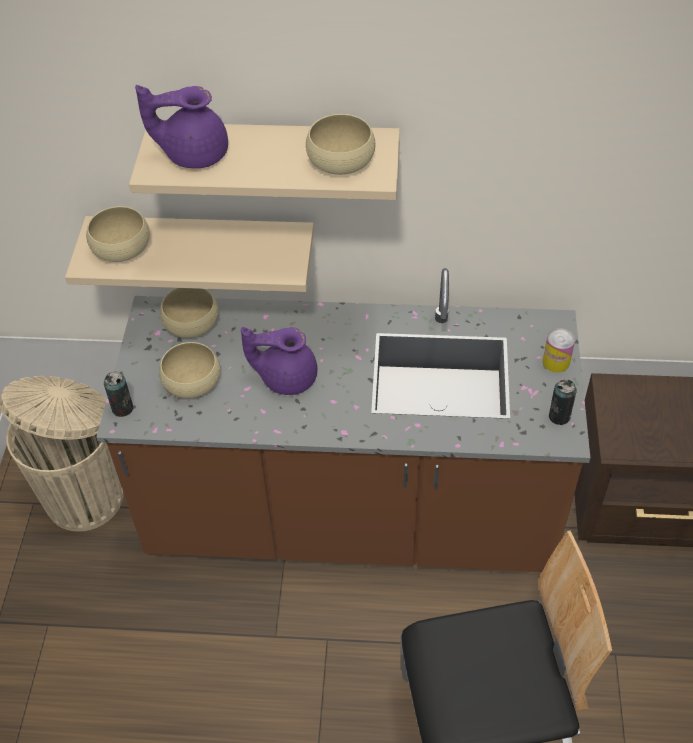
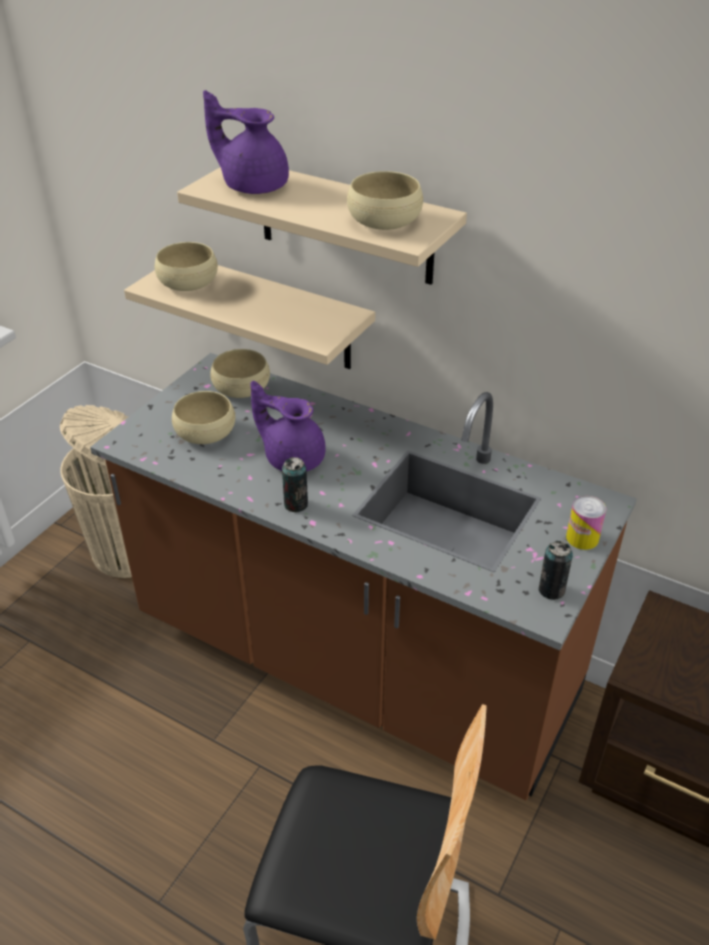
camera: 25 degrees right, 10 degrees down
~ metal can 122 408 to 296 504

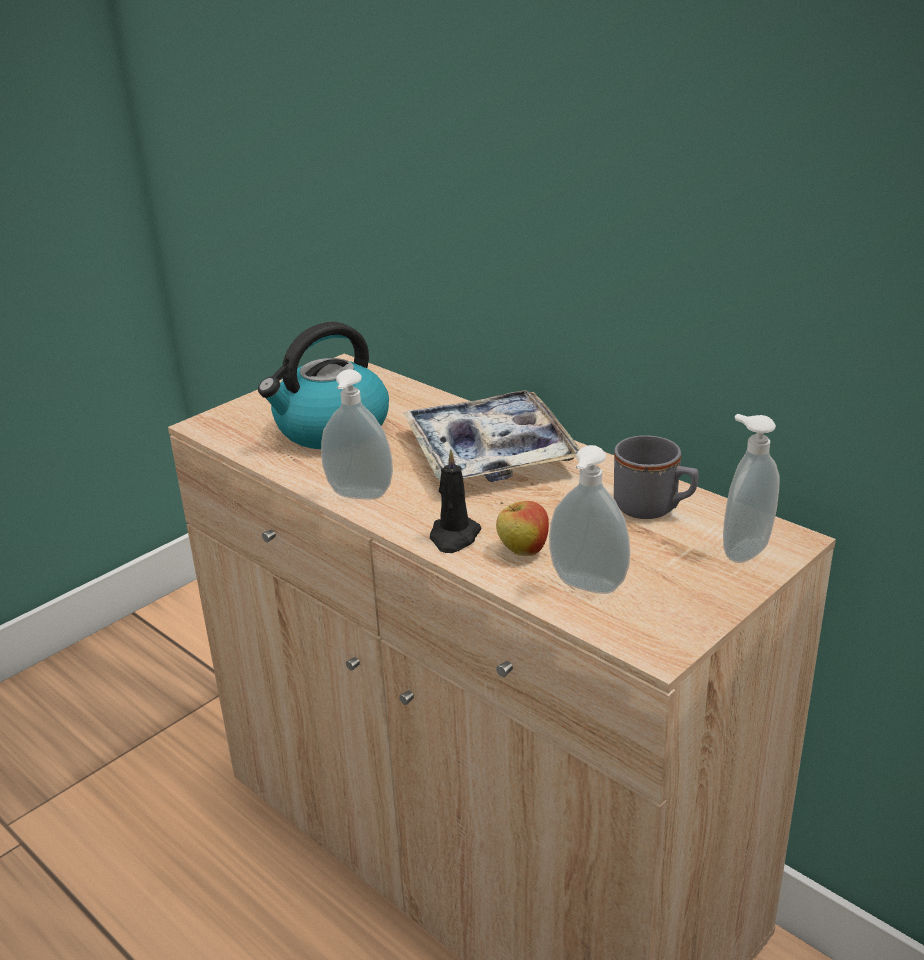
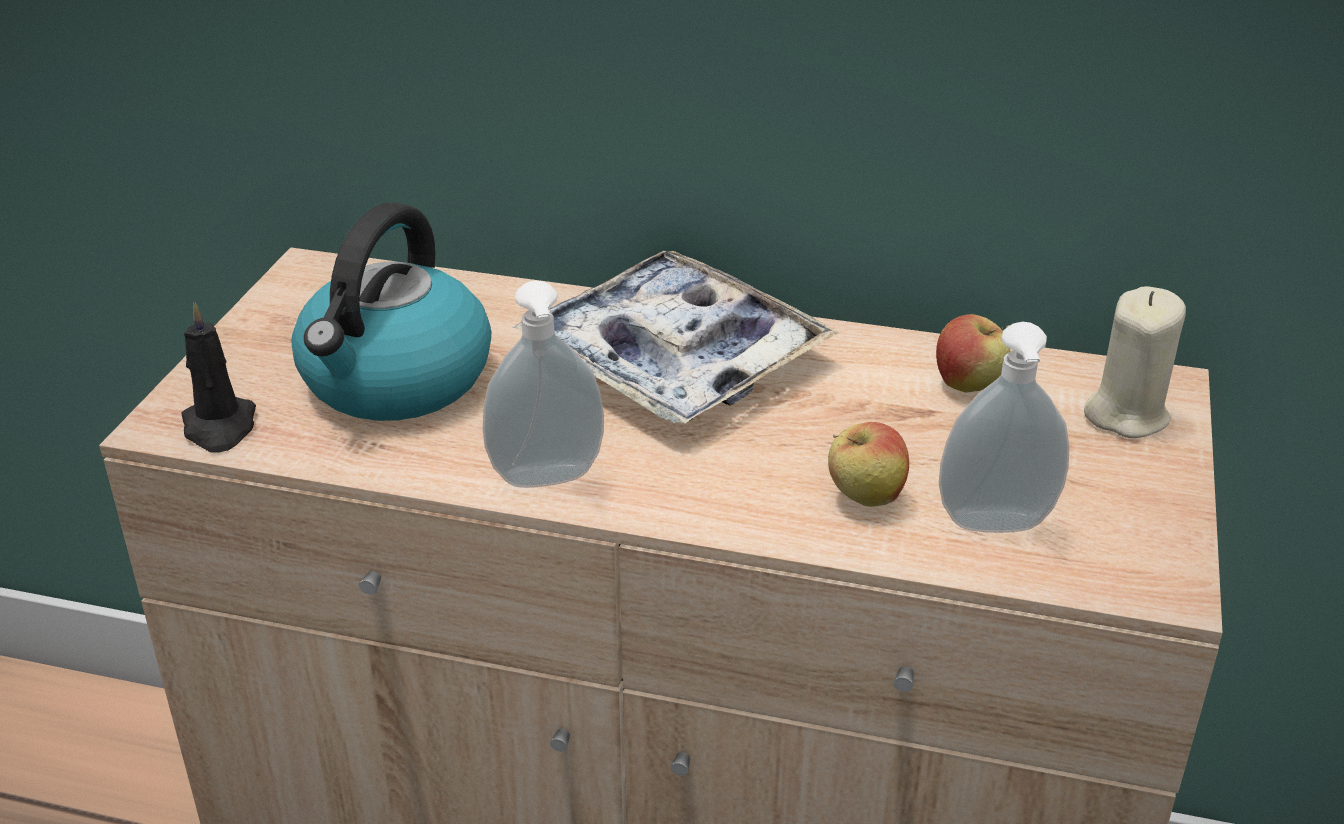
camera: 30 degrees left, 5 degrees up
~ black wax candle 454 537 to 220 428
~ gray tea mug 654 508 to apple 968 386
~ soap dispenser 743 550 to beige wax candle 1126 415

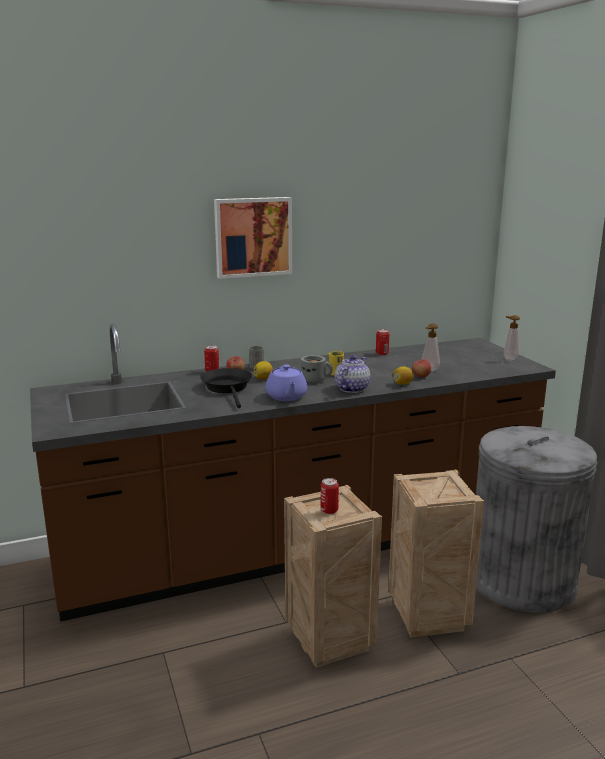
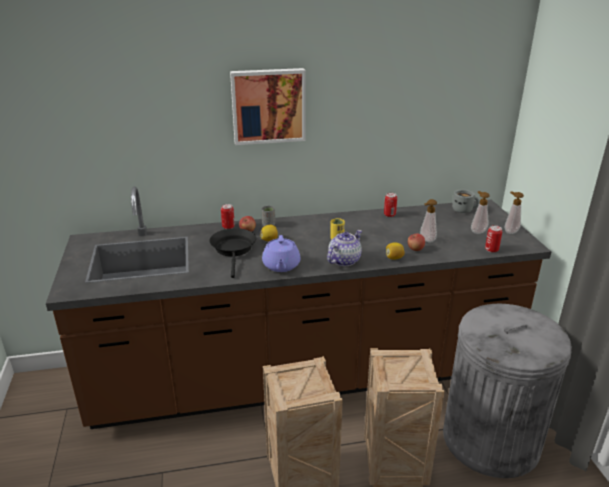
camera: 10 degrees right, 10 degrees up
~ gray tea mug 315 380 to 464 210
+ soap dispenser 477 231
~ metal can 329 510 to 491 250

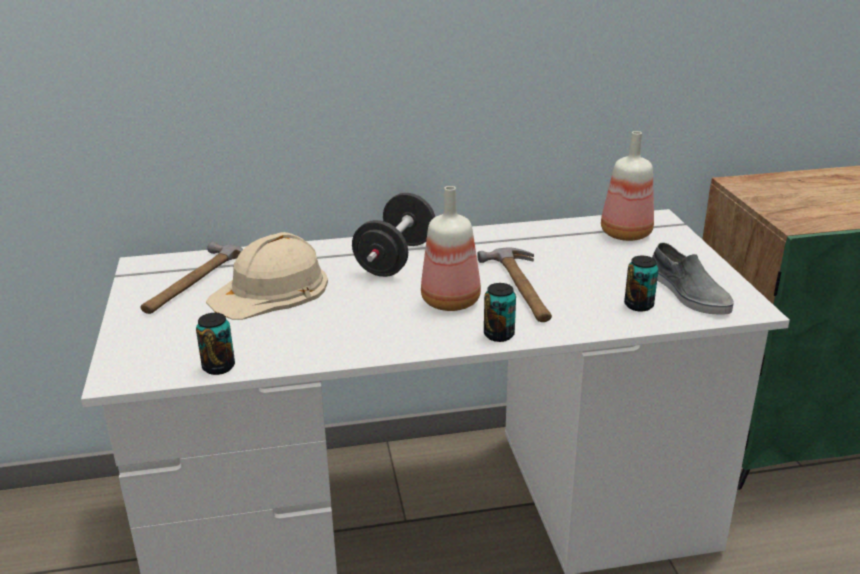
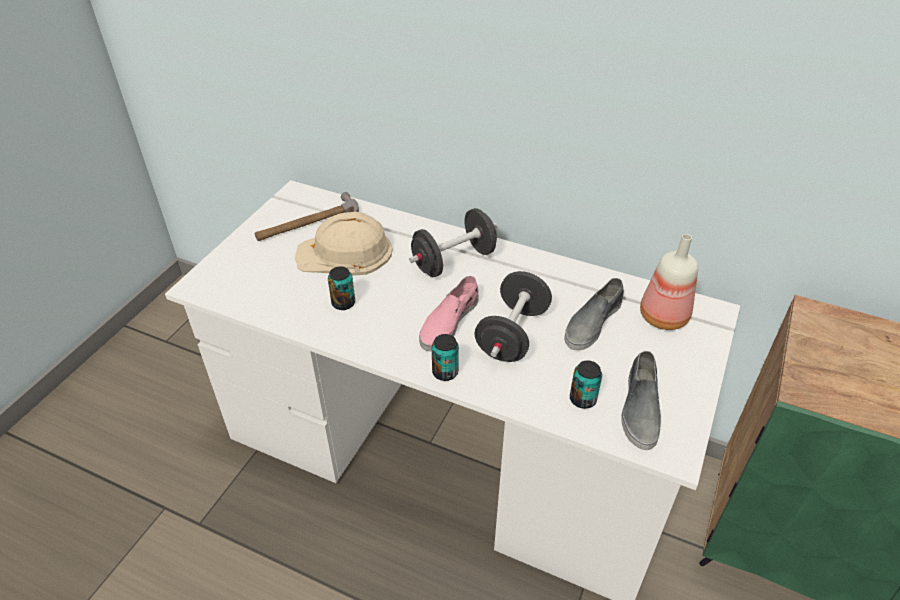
camera: 35 degrees right, 15 degrees up
~ metal can 218 367 to 343 303
~ drink bottle 452 301 to pink-coloured item of footwear 448 322
~ tool hammer 522 288 to black dumbbell 512 334
+ gray item of footwear 592 322

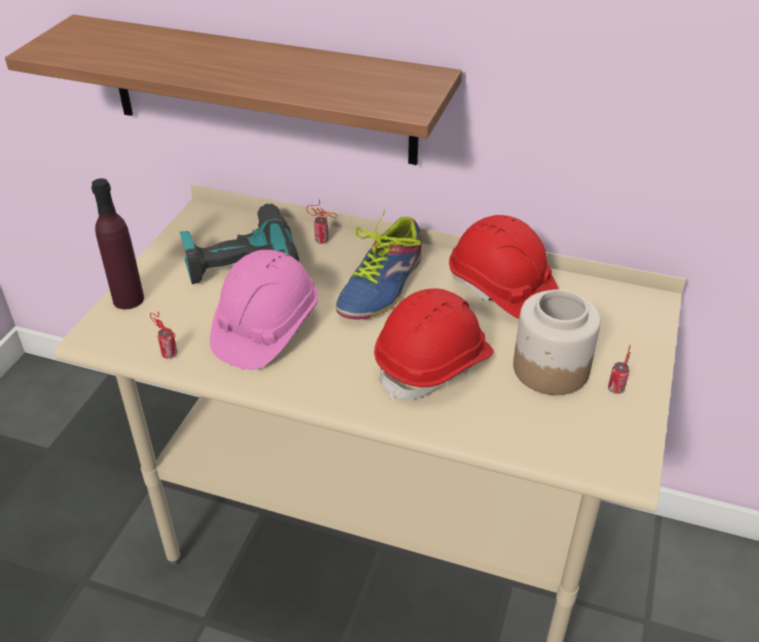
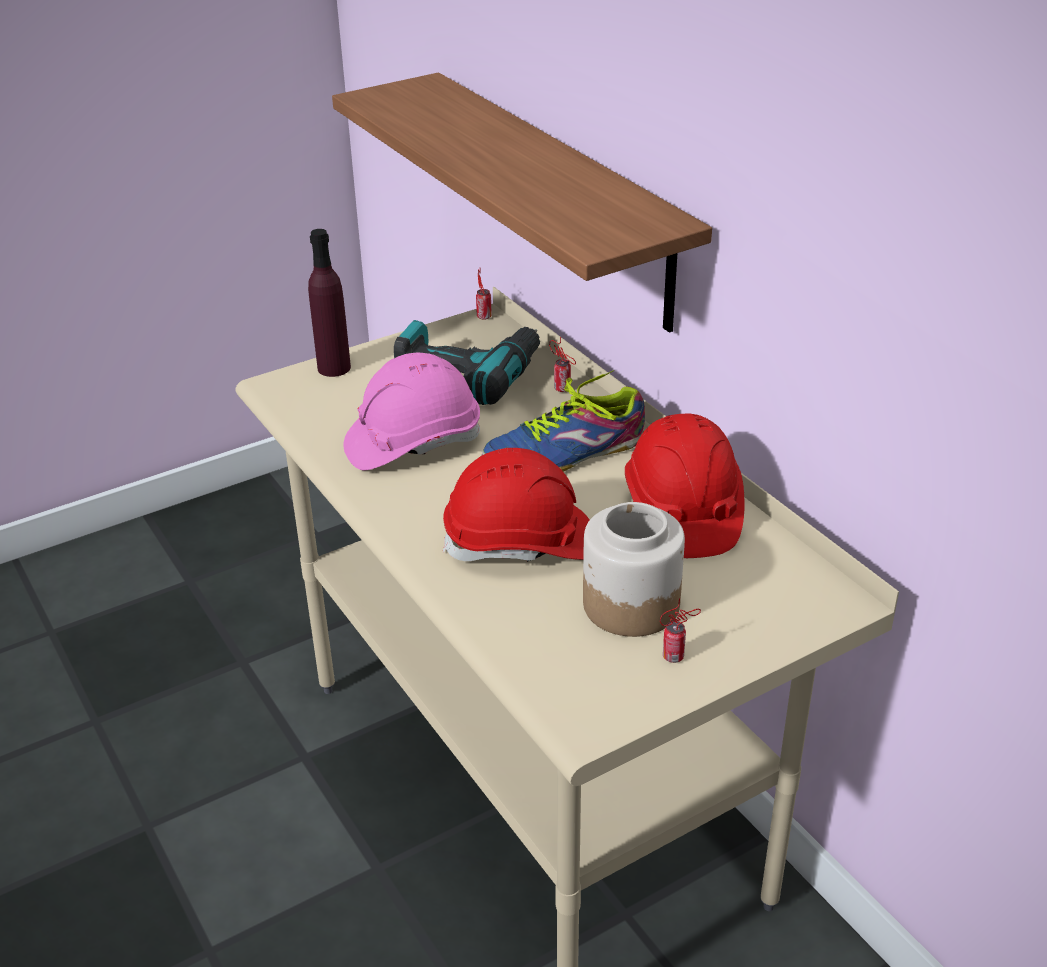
camera: 40 degrees right, 5 degrees down
~ metal can 171 355 to 484 318

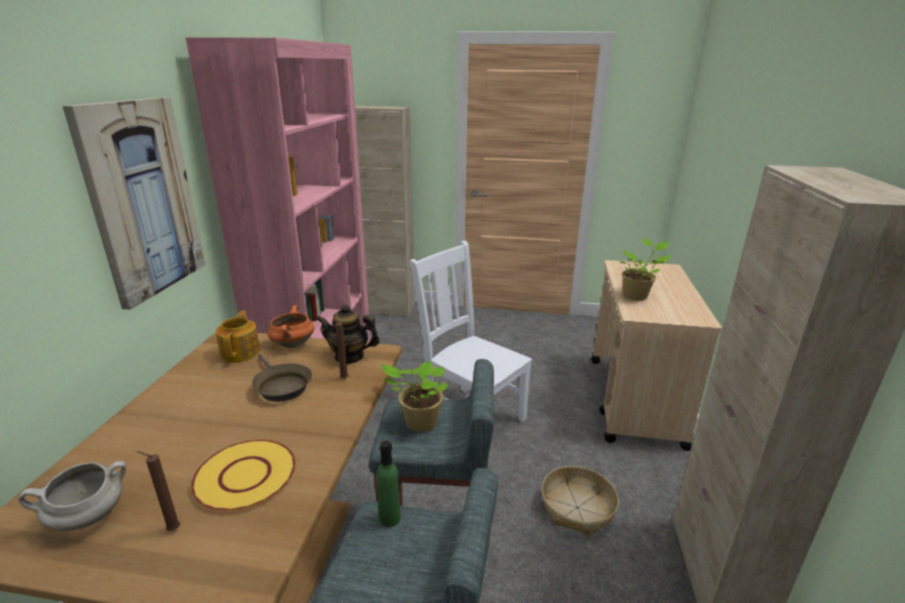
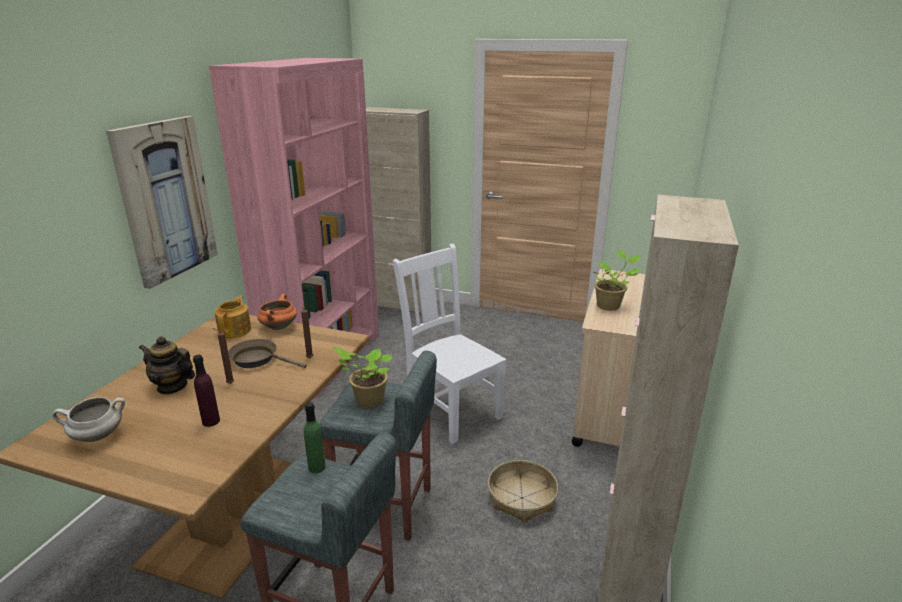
camera: 10 degrees right, 0 degrees up
~ teapot 349 356 to 172 386
~ yellowish plate 246 476 to purple drink bottle 211 421
~ brownish wax candle 171 530 to 229 383
~ brownish skillet 281 386 = 258 359 135 degrees clockwise

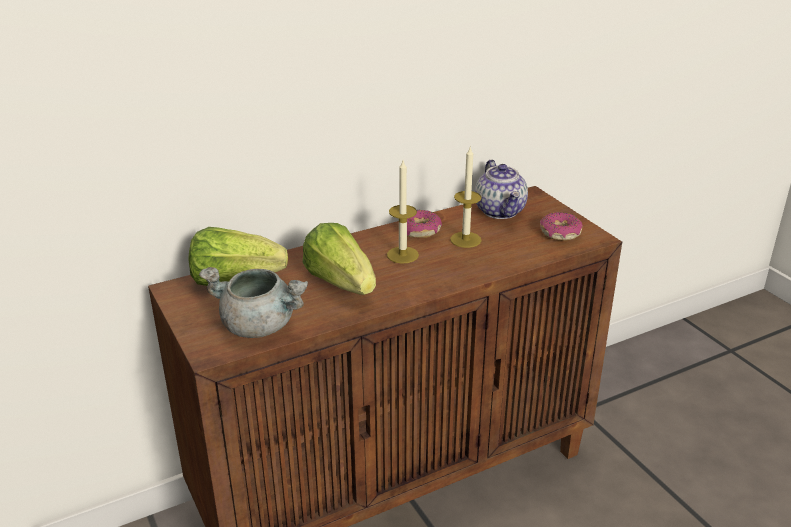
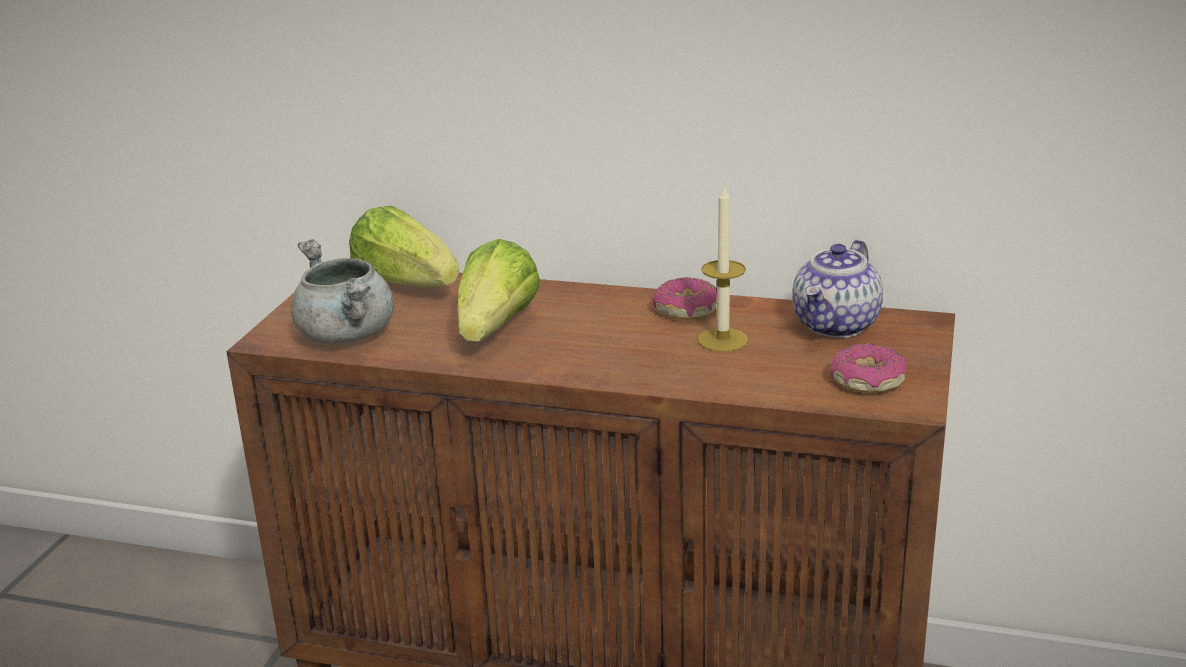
camera: 45 degrees right, 5 degrees down
- wax candle 402 255

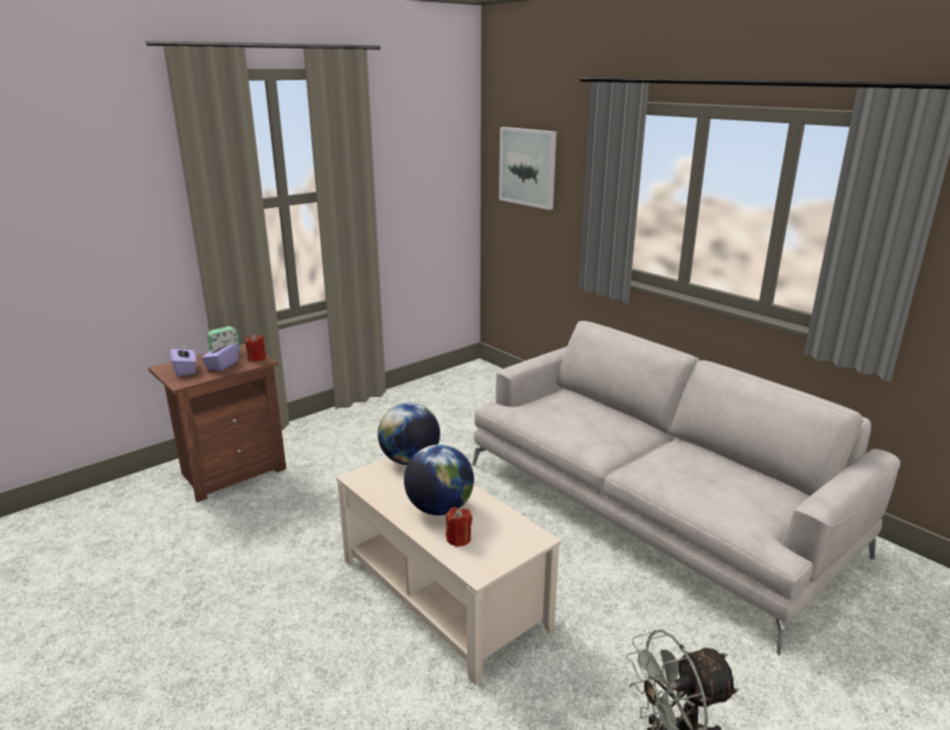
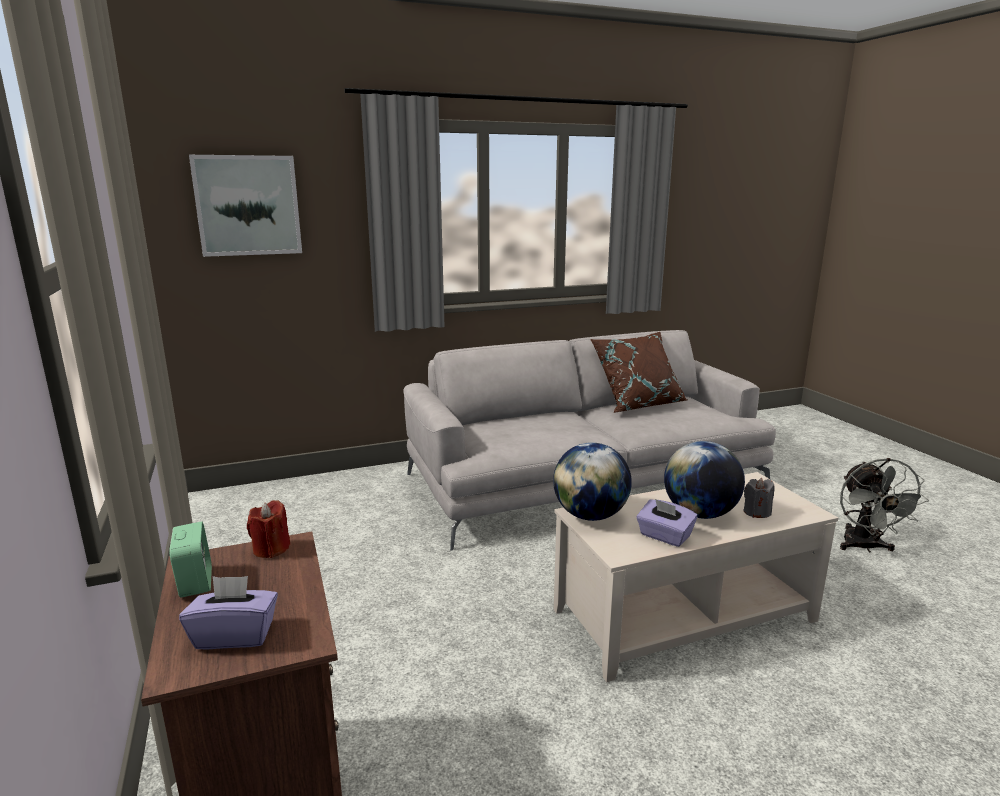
camera: 70 degrees left, 5 degrees down
+ brownish throw pillow 637 404
~ purple box of tissues 222 365 to 664 536
~ reddish wax candle 458 539 to gray wax candle 756 512

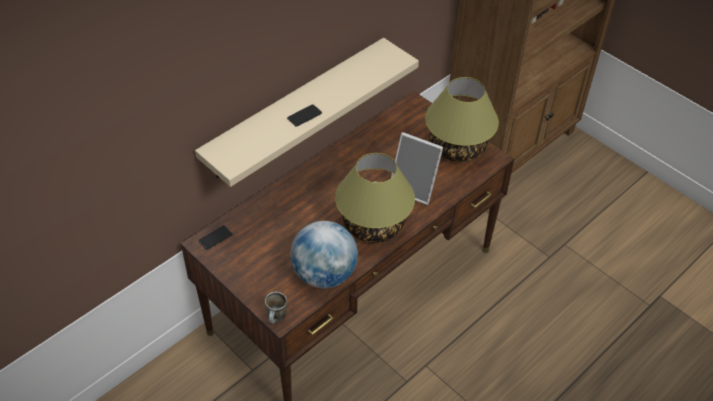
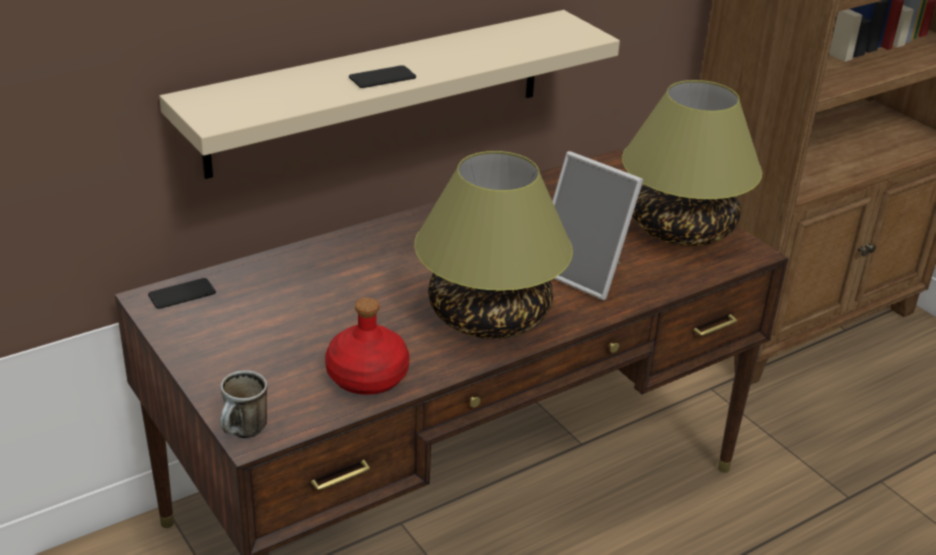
camera: 10 degrees right, 15 degrees down
~ globe 324 274 to reddish drink bottle 366 377

